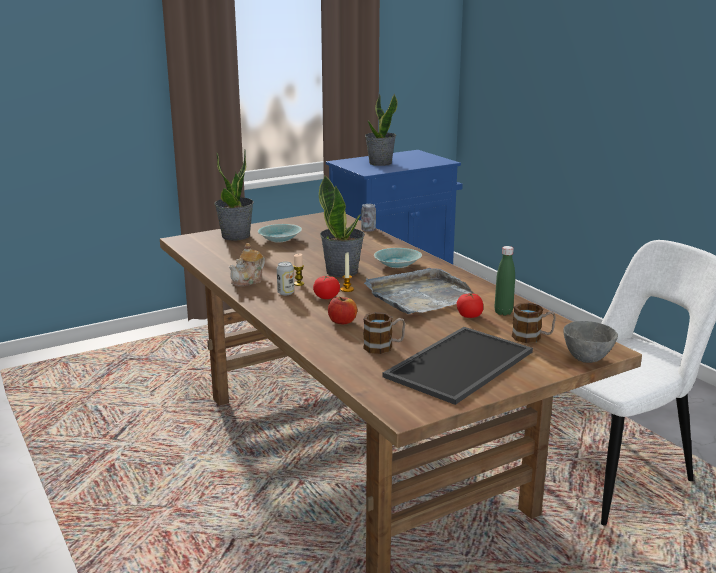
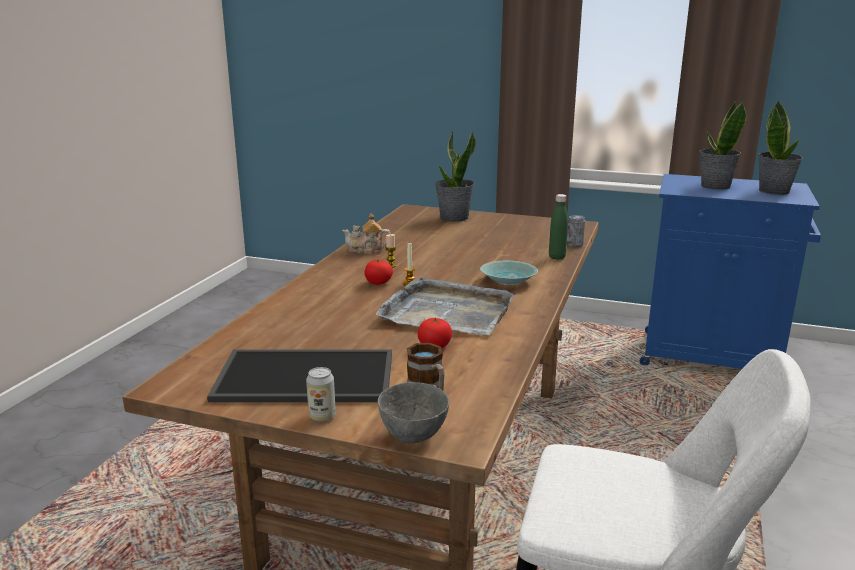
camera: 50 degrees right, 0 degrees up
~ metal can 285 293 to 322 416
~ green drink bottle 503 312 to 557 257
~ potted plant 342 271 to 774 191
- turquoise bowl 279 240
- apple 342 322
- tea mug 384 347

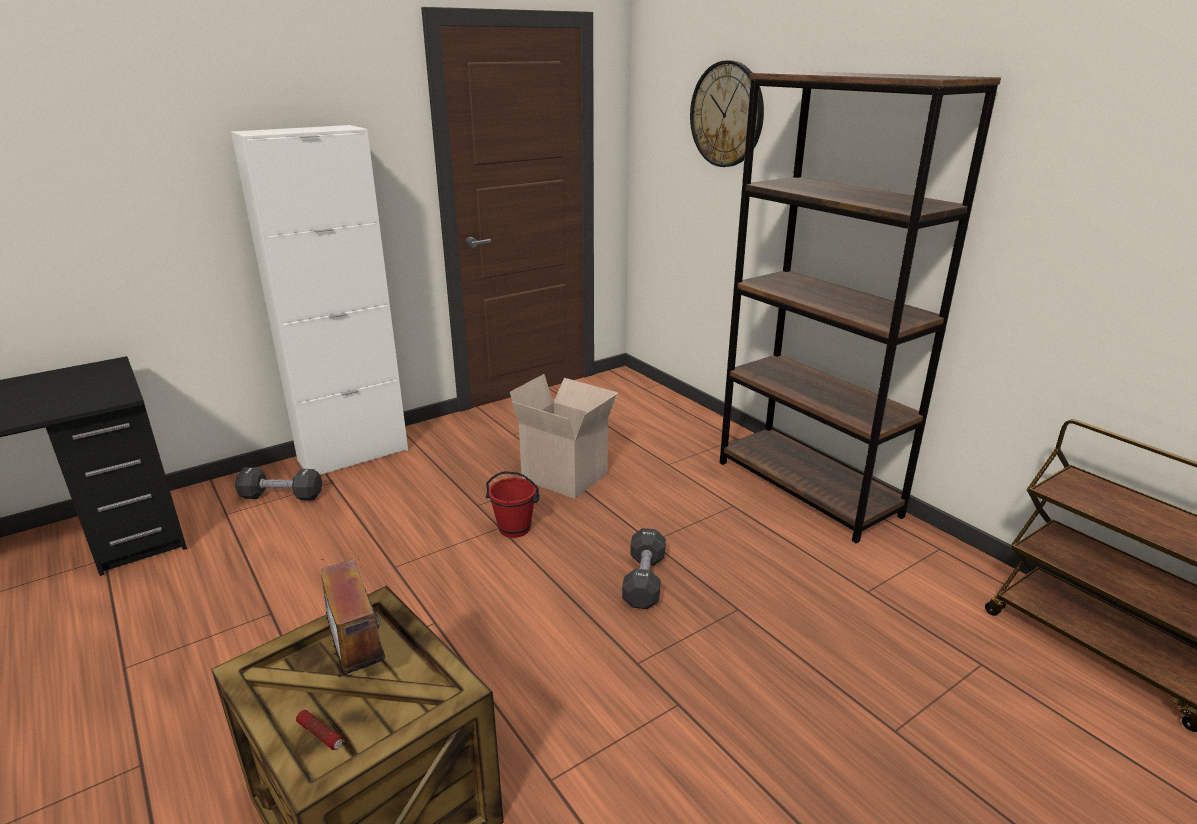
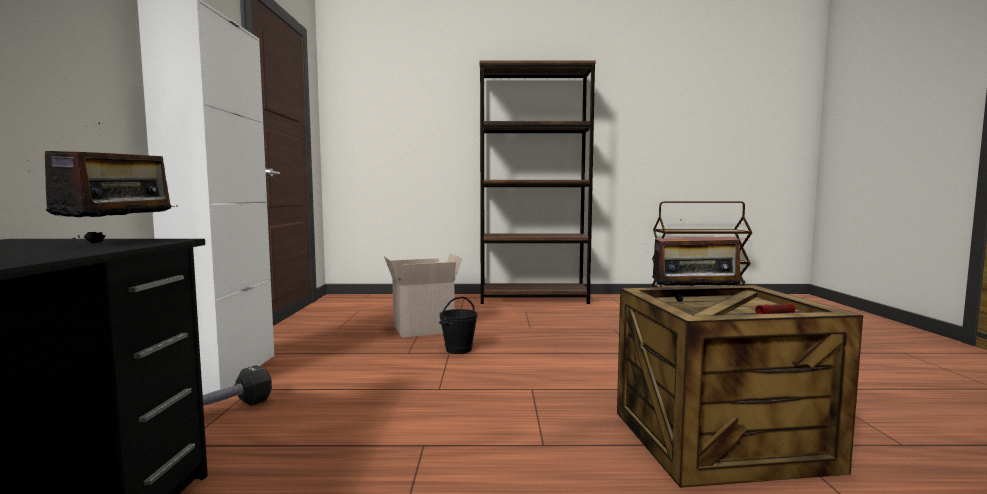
camera: 55 degrees left, 20 degrees down
+ radio set 120 241
~ reddish water bucket 514 528 to black water bucket 458 350
- black dumbbell 644 581
- wall clock 727 114

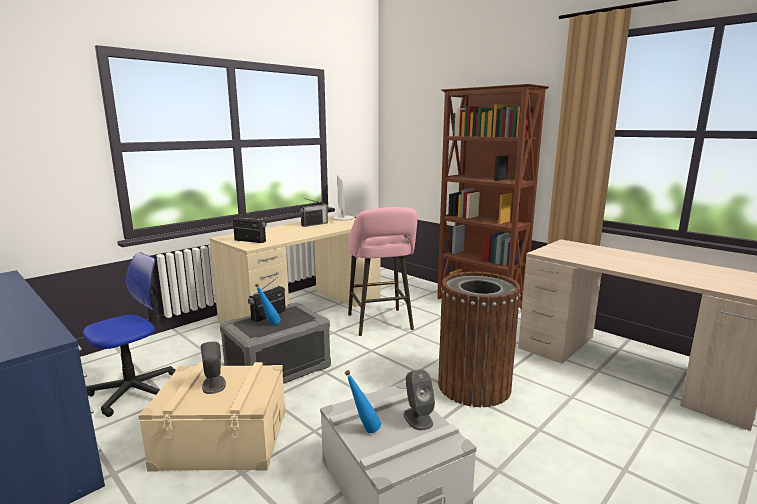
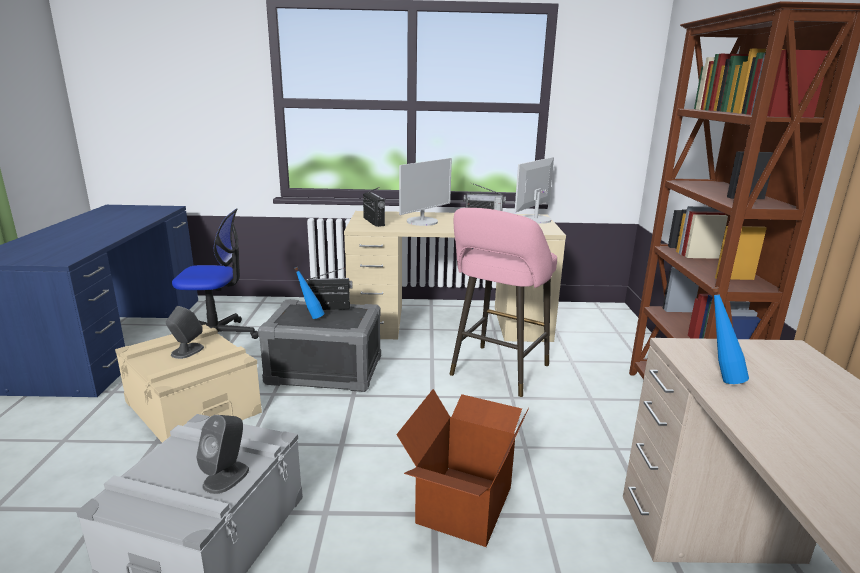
camera: 45 degrees right, 5 degrees up
~ brownish rubbish bin 474 386 to packing box 463 504
+ monitor 422 222
~ blue drink bottle 363 430 to 719 378

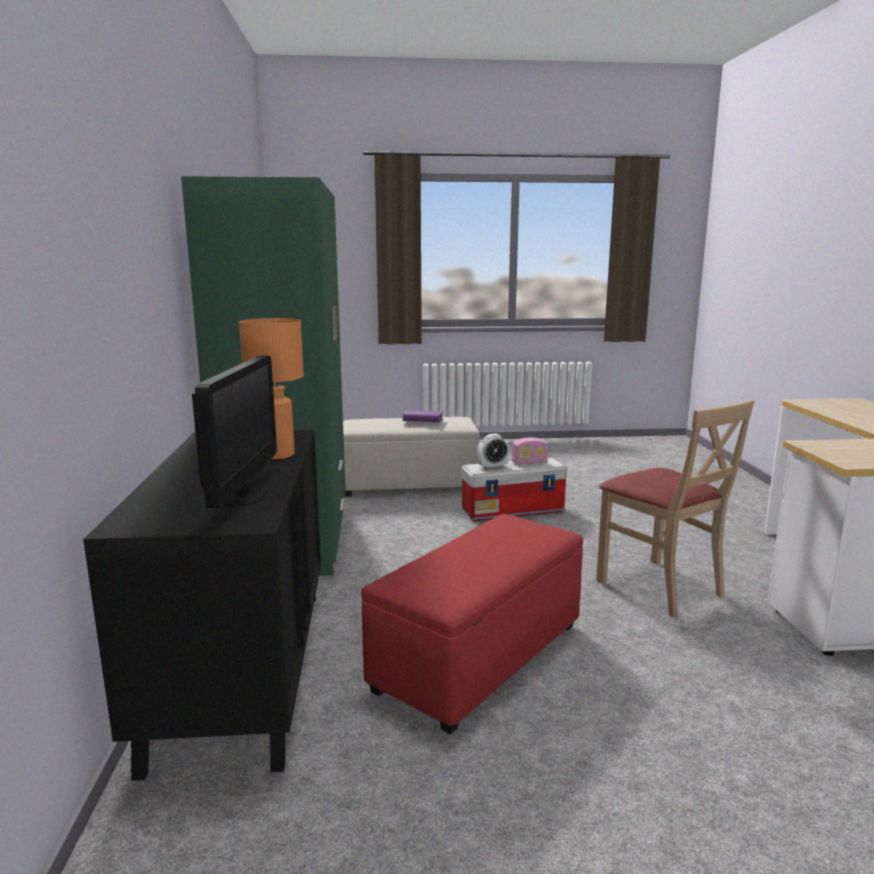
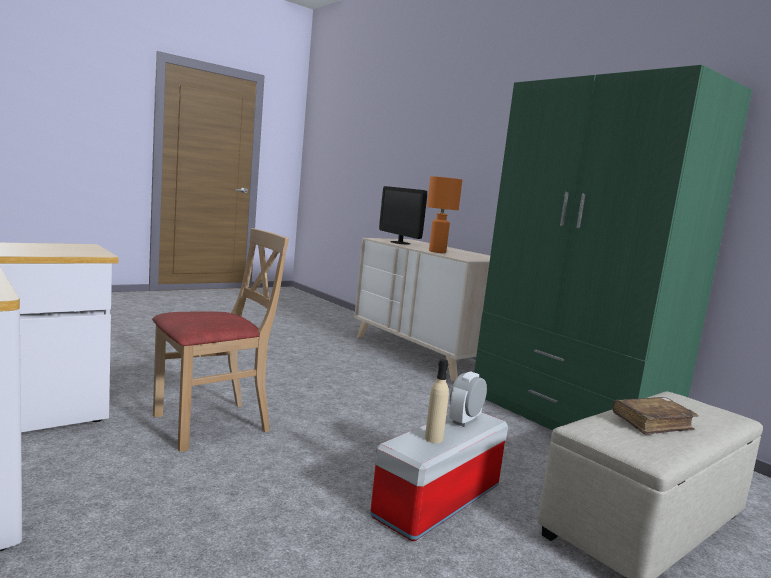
camera: 145 degrees right, 5 degrees down
~ beige upright chair 660 587 = 211 424 120 degrees clockwise
~ black dresser 243 669 to beige dresser 423 353
~ radio set 529 463 to beige drink bottle 433 439
~ purple bound book 423 422 to brownish bound book 652 423
- reddish footrest 478 657

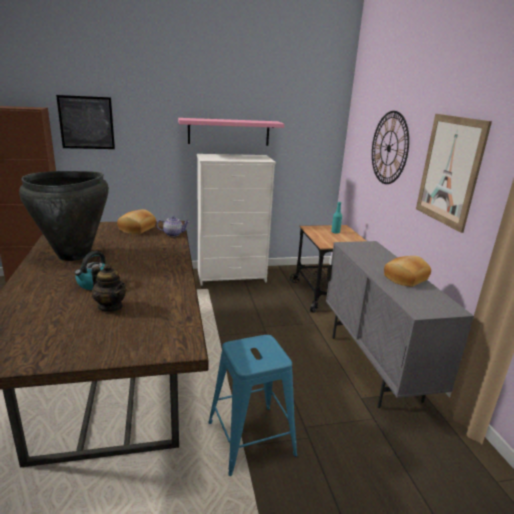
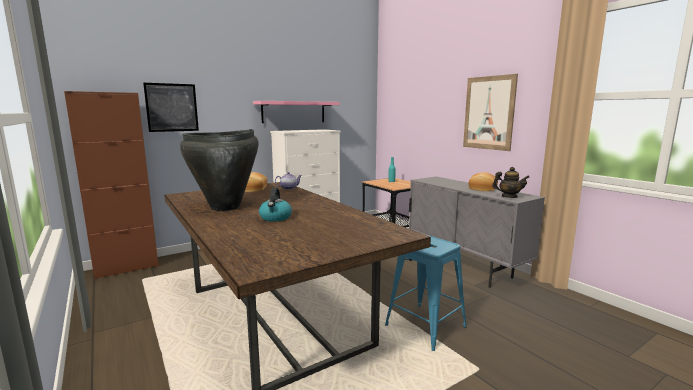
camera: 20 degrees left, 10 degrees down
~ teapot 110 306 to 509 197
- wall clock 389 148

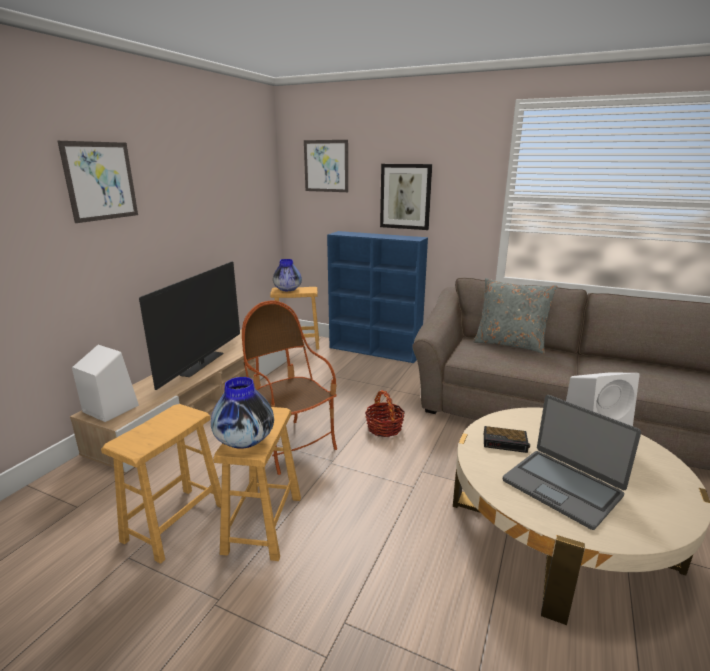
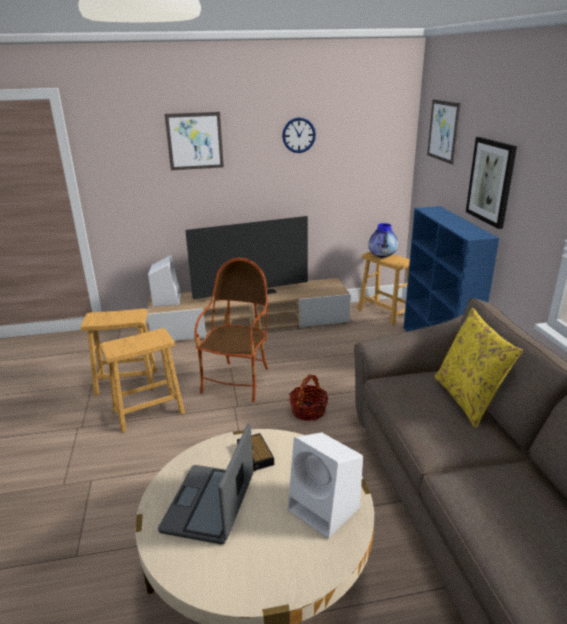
camera: 55 degrees right, 5 degrees up
+ wall clock 299 135
~ gray throw pillow 510 344 to yellowish throw pillow 468 399
- decorative vase 244 440

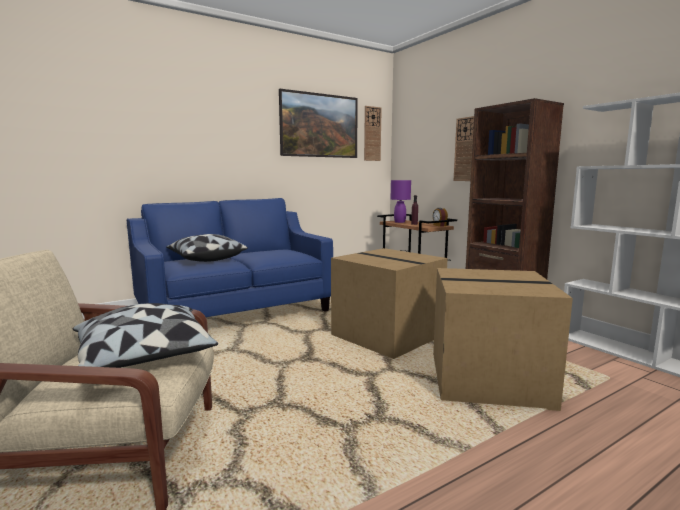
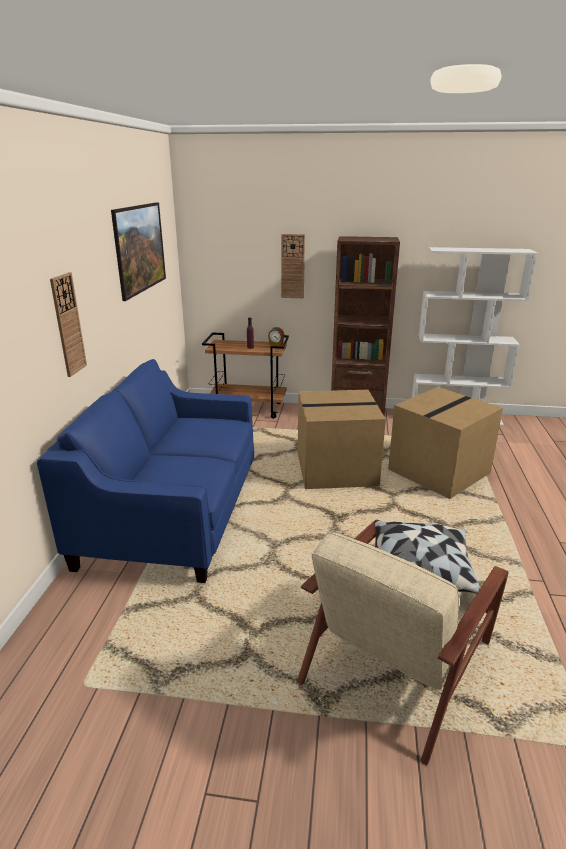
camera: 50 degrees left, 15 degrees up
~ wall clock 372 134 to 68 325
- throw pillow 206 259
- purple lamp for a table 400 222

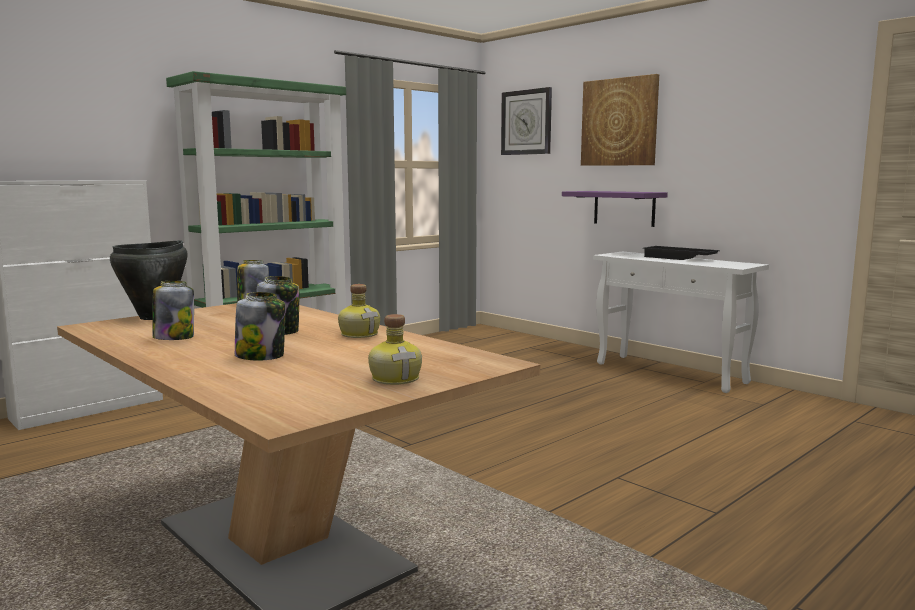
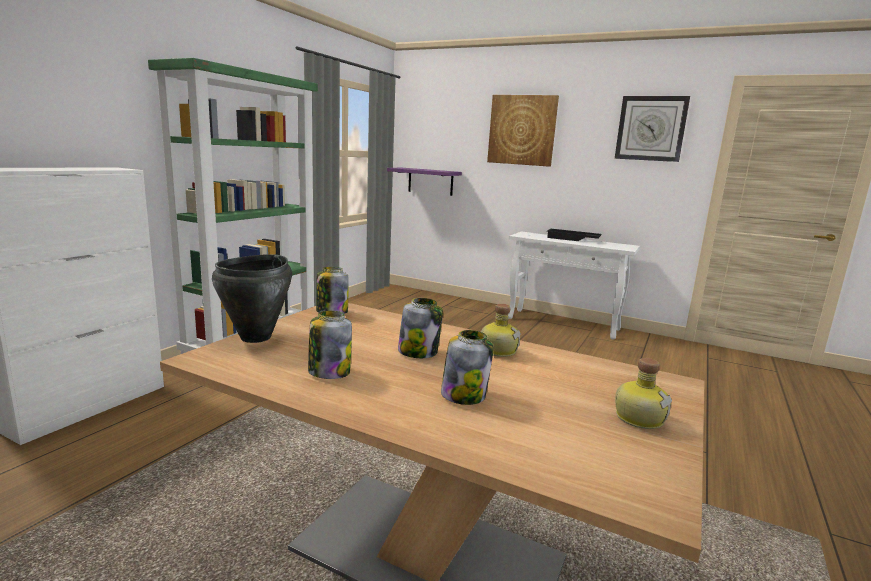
camera: 20 degrees left, 5 degrees up
~ purple wall shelf 624 208 to 430 181
~ wall clock 526 122 to 651 128

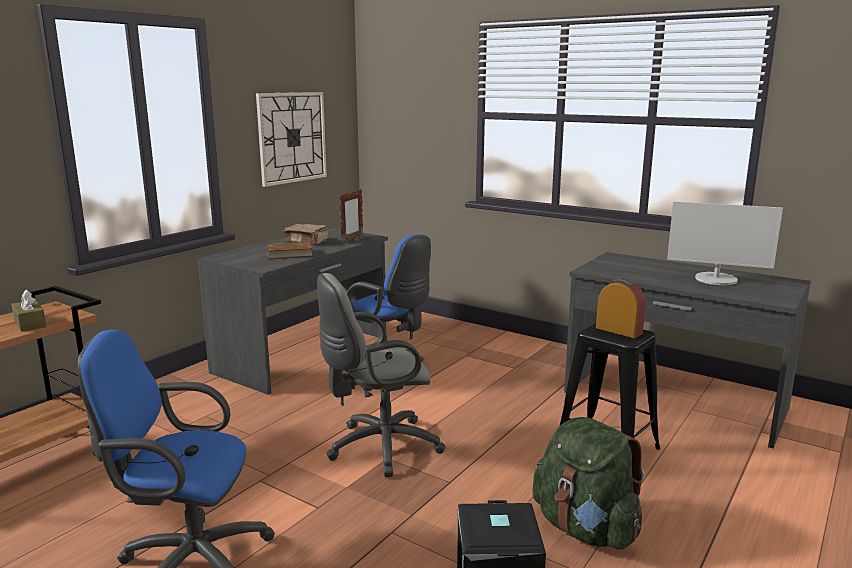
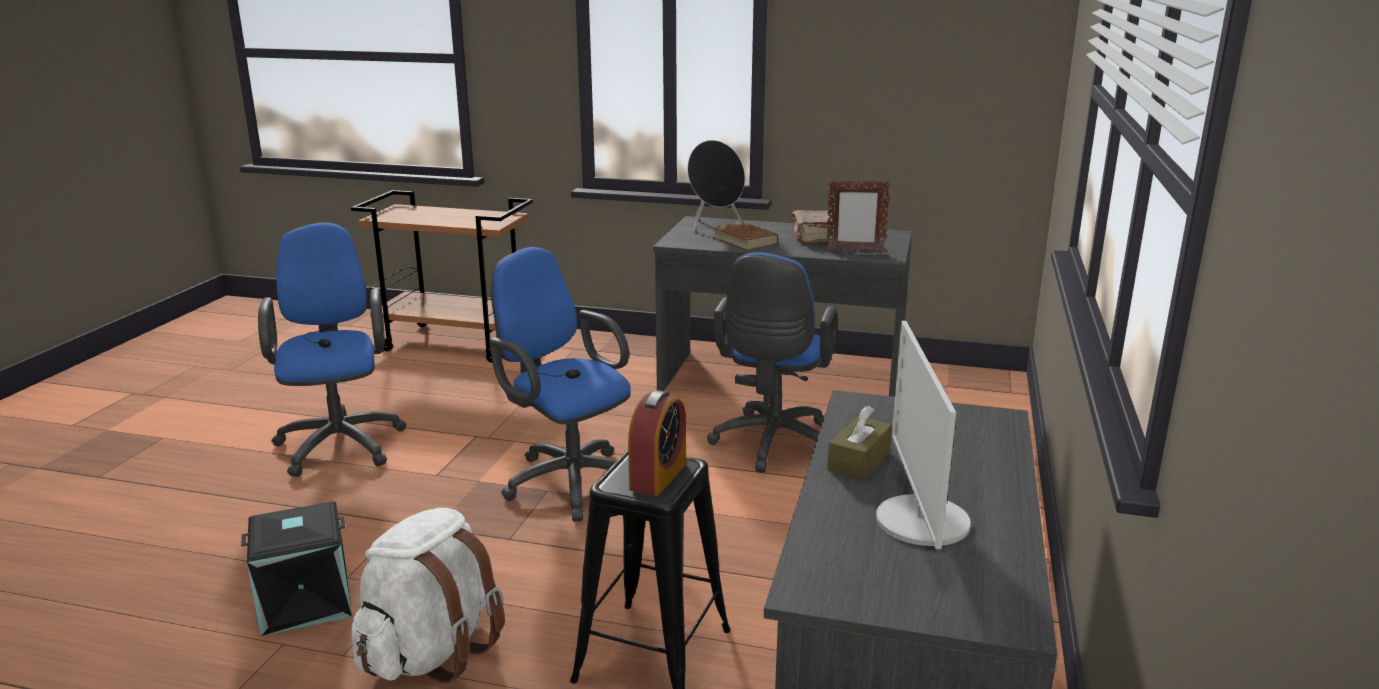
camera: 70 degrees right, 5 degrees up
~ green rucksack 585 529 to white rucksack 432 651
~ gray computer chair 378 448 to blue computer chair 568 480
+ black speaker 714 226
~ brownish box of tissues 30 323 to 859 461
- wall clock 292 137

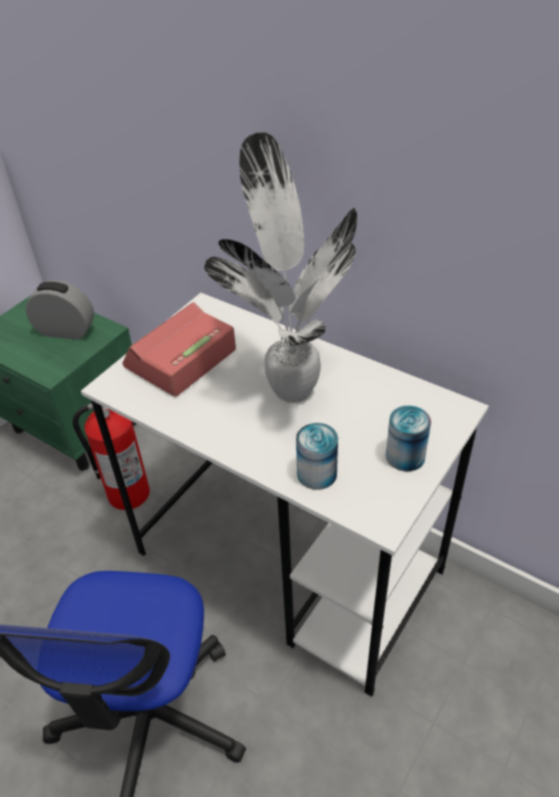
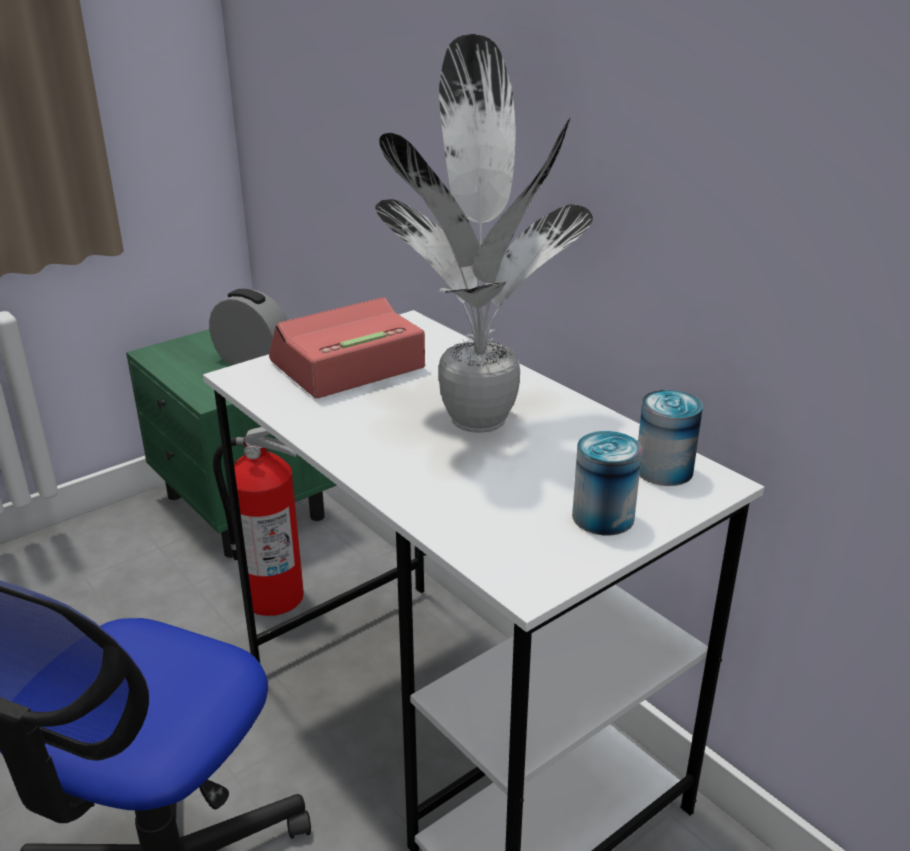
camera: 15 degrees right, 15 degrees down
~ metal can 317 473 to 663 470

